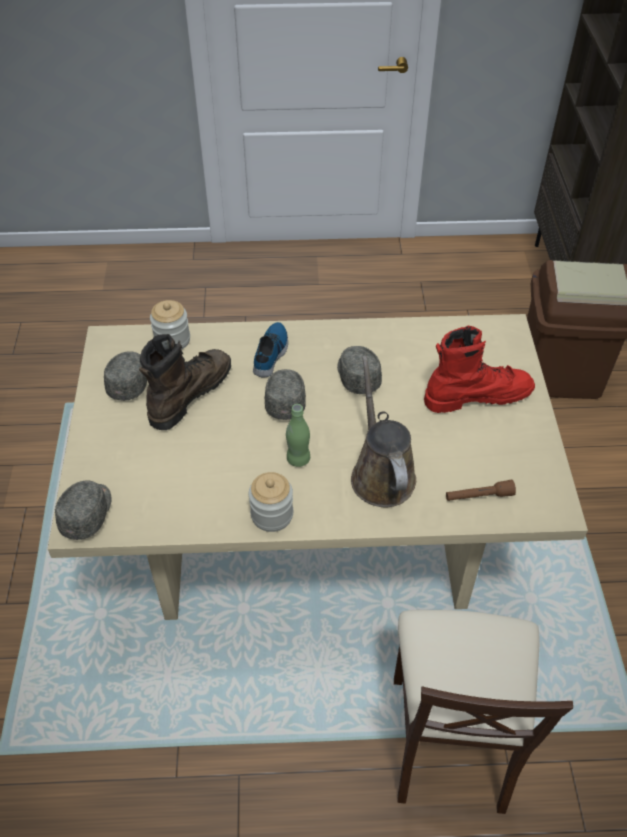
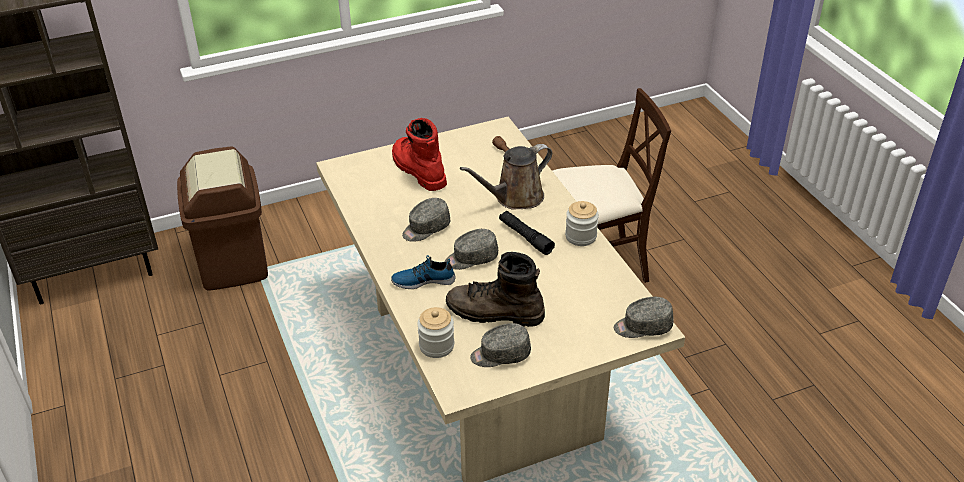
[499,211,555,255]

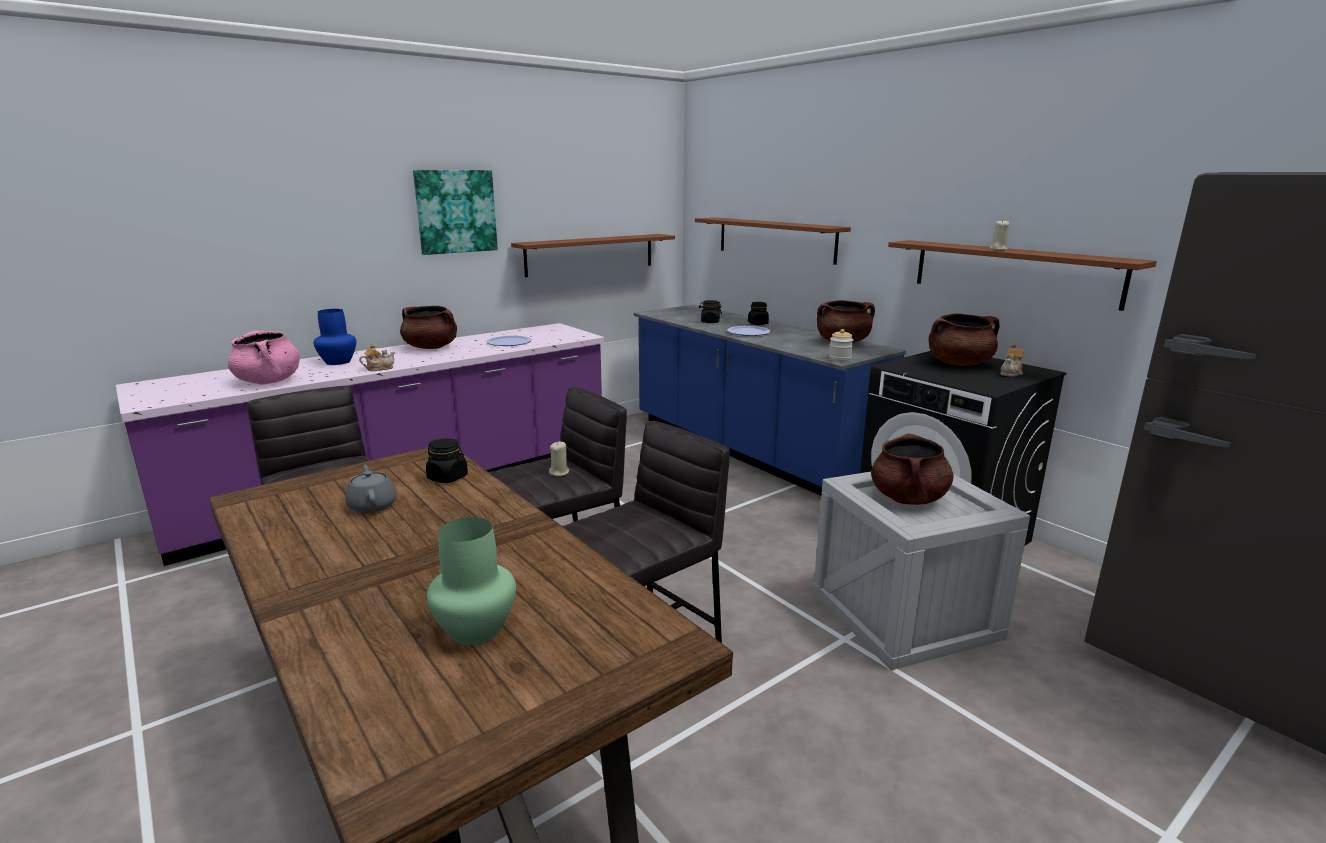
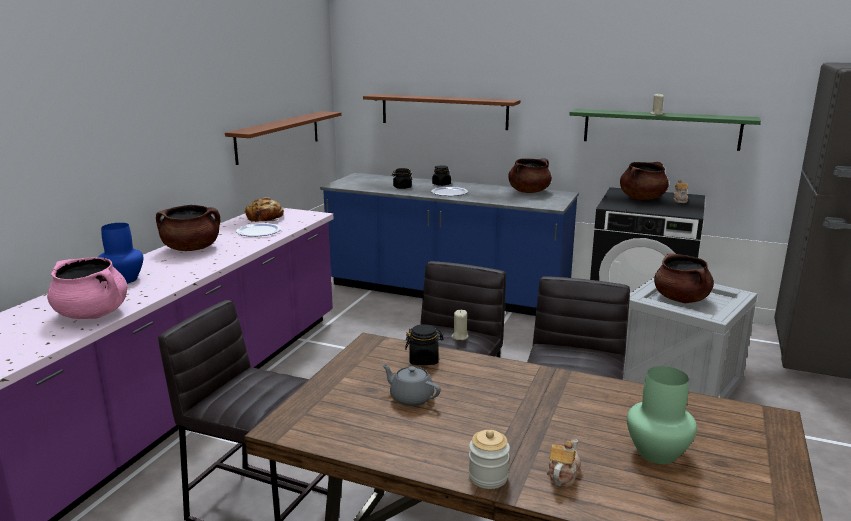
[547,439,581,487]
[413,170,498,255] (first image)
[469,430,510,489]
[569,109,761,151]
[245,197,284,222]

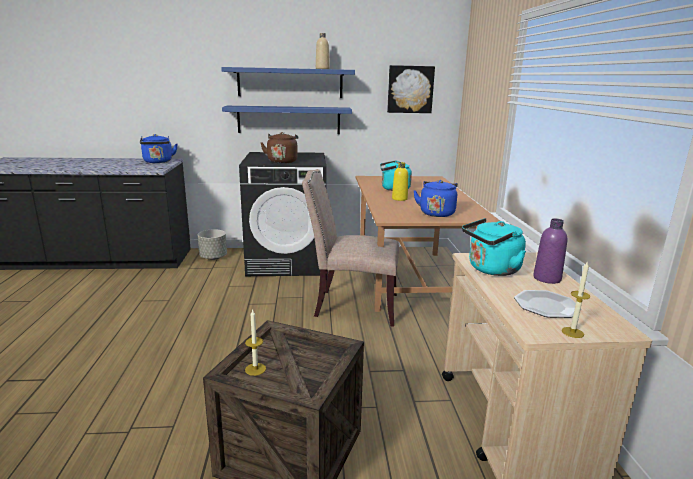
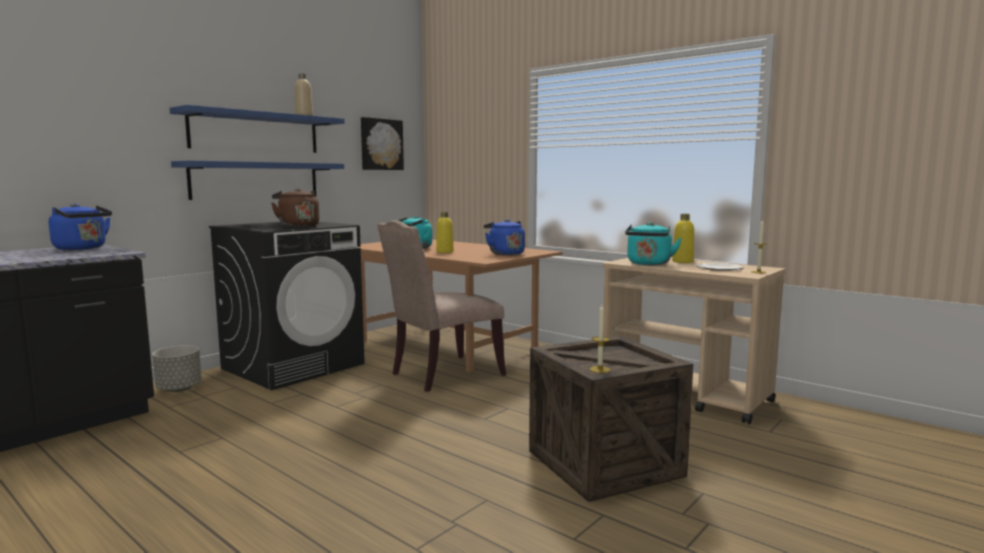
[672,214,694,263]

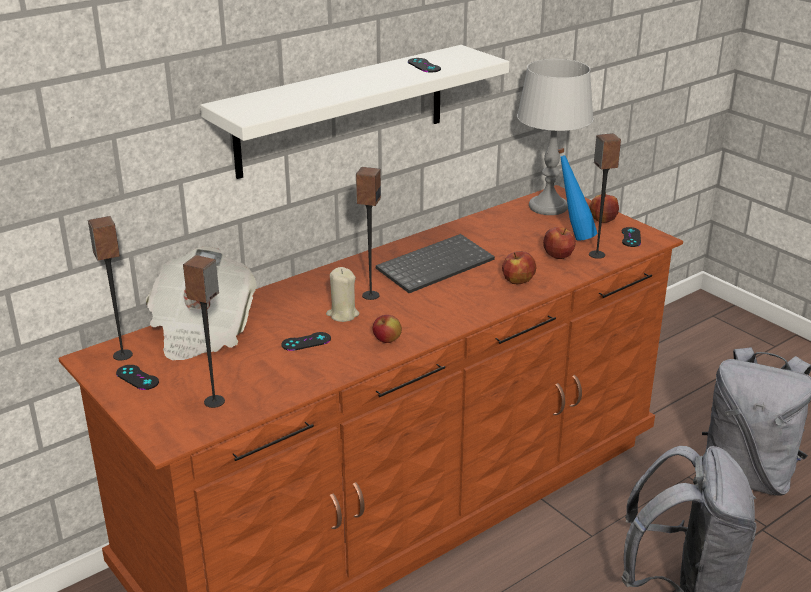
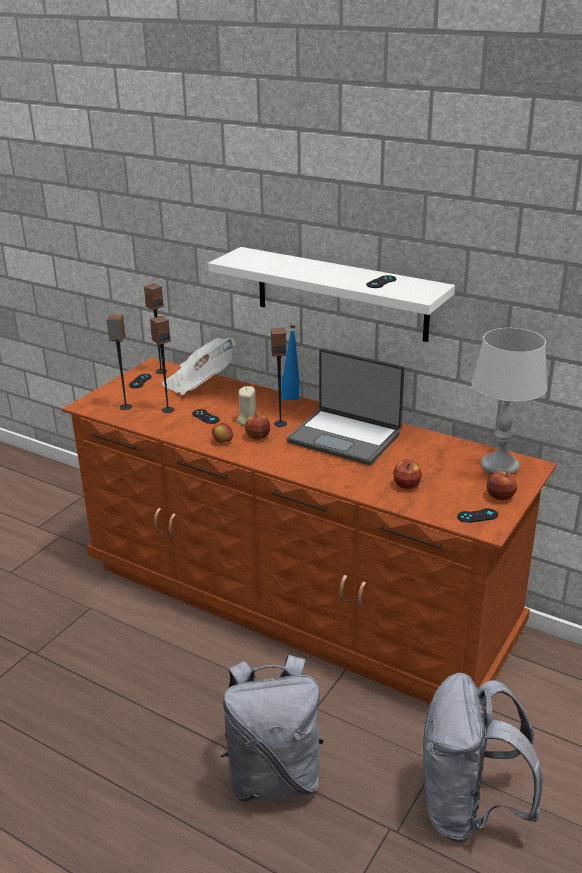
[287,349,405,465]
[245,413,270,440]
[281,325,300,400]
[150,316,174,413]

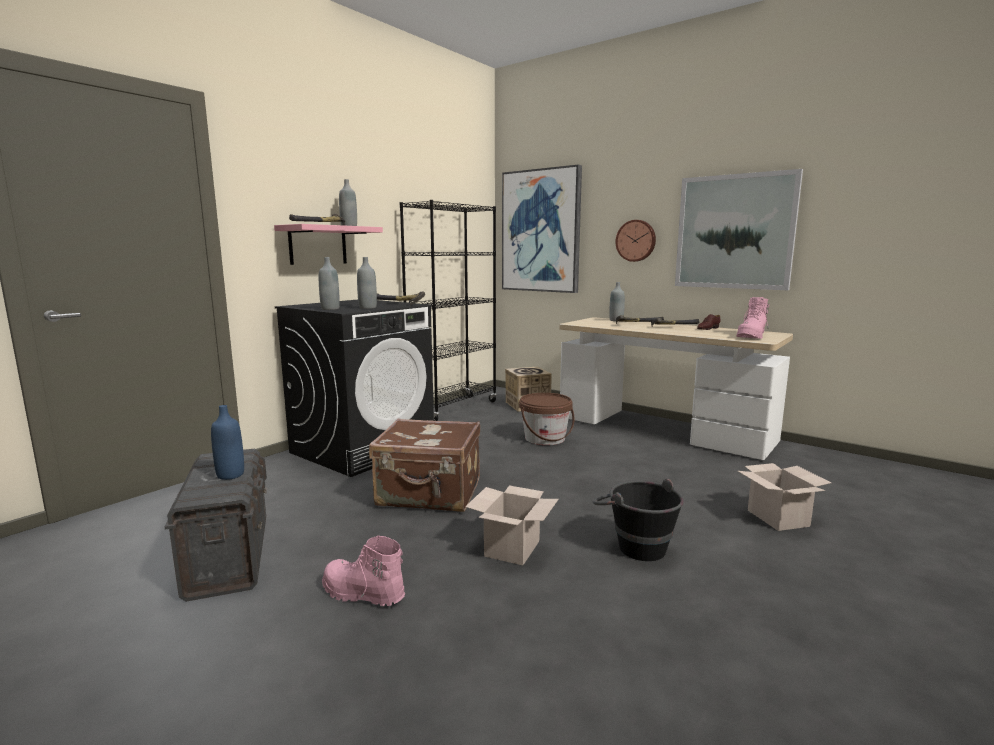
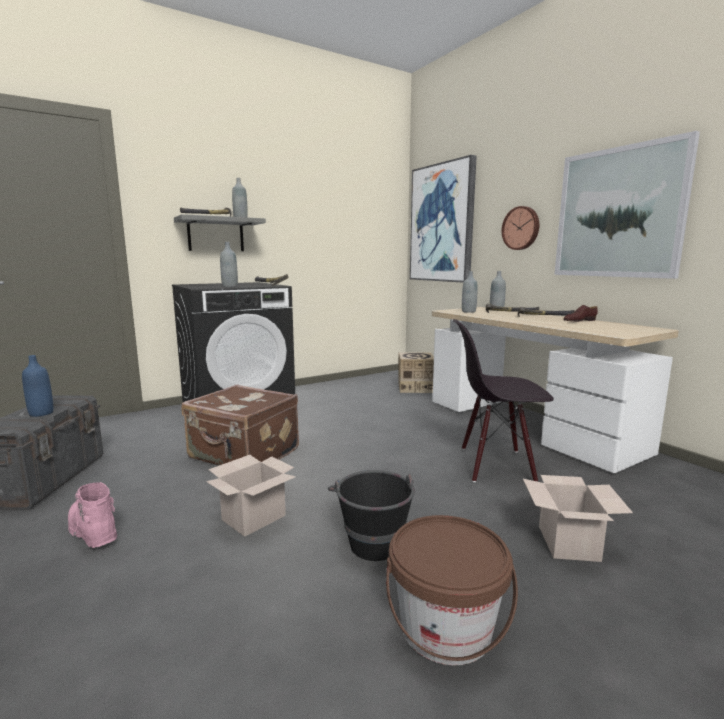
[174,214,266,251]
[462,271,478,313]
[400,200,497,421] (first image)
[386,515,518,665]
[736,297,769,339] (first image)
[453,319,554,482]

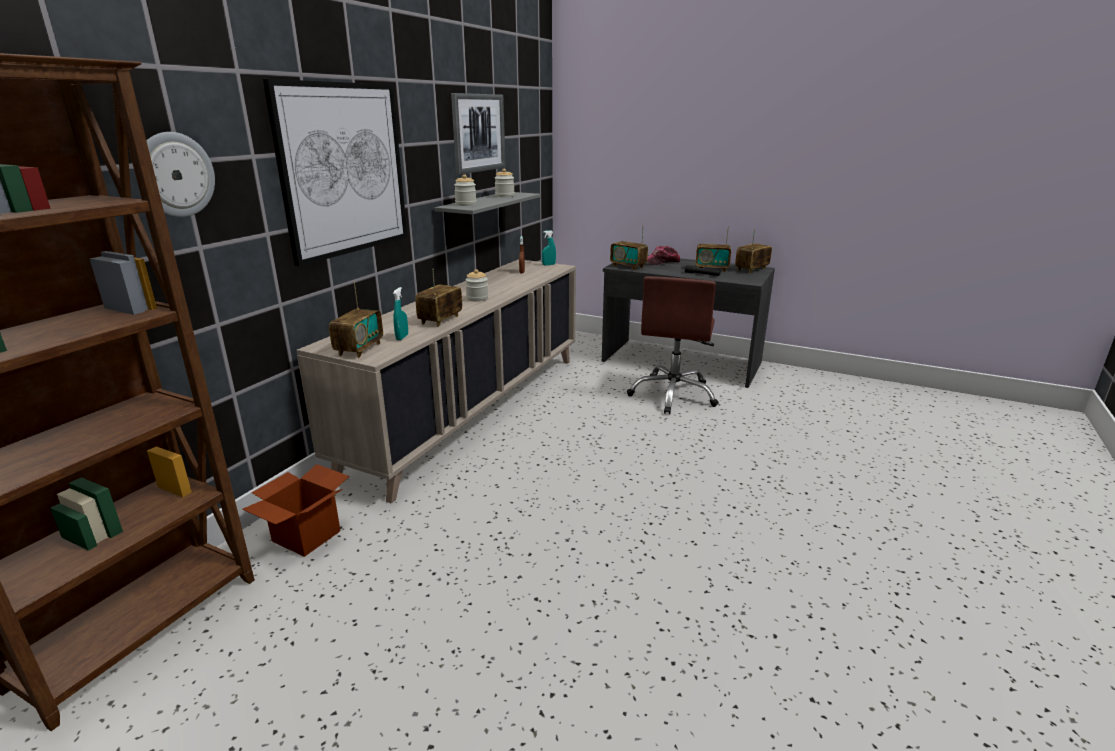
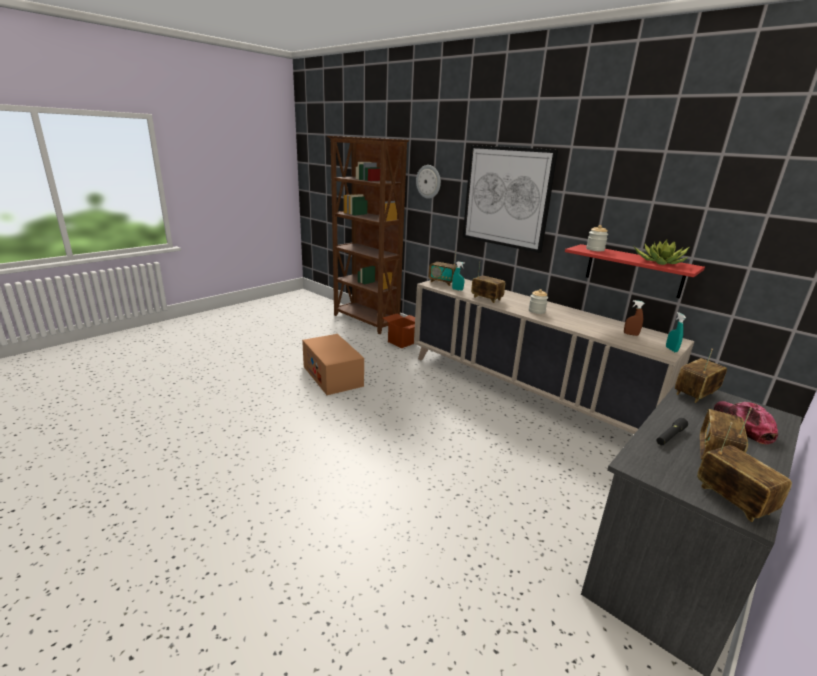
[565,244,705,299]
[451,93,506,175] (first image)
[634,240,689,265]
[627,276,719,414] (first image)
[302,334,364,395]

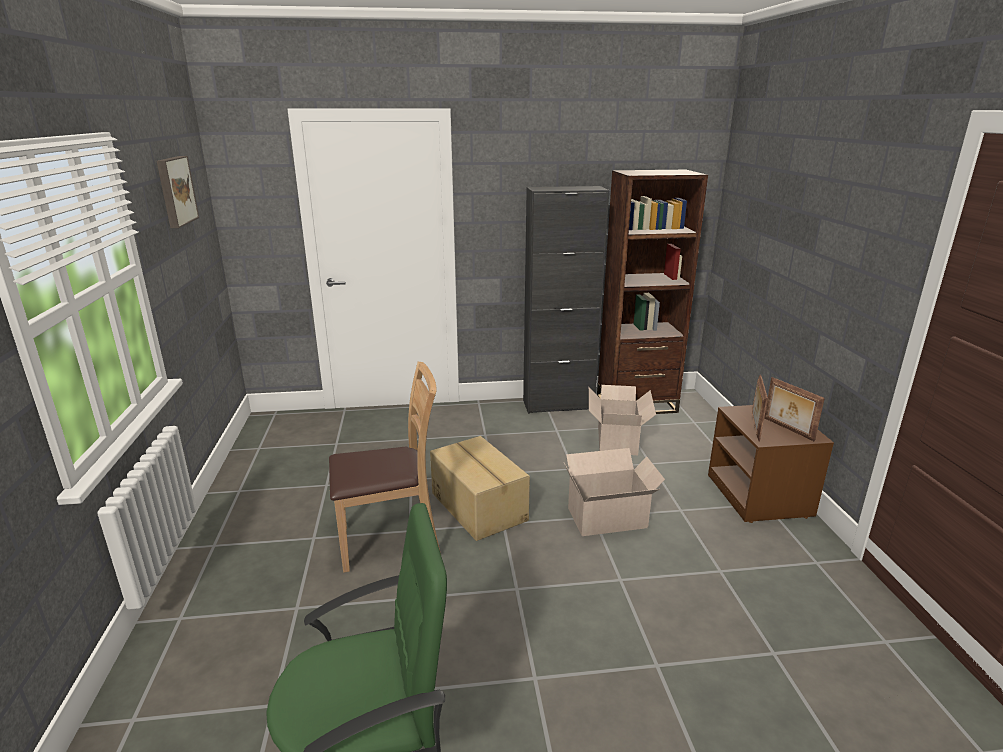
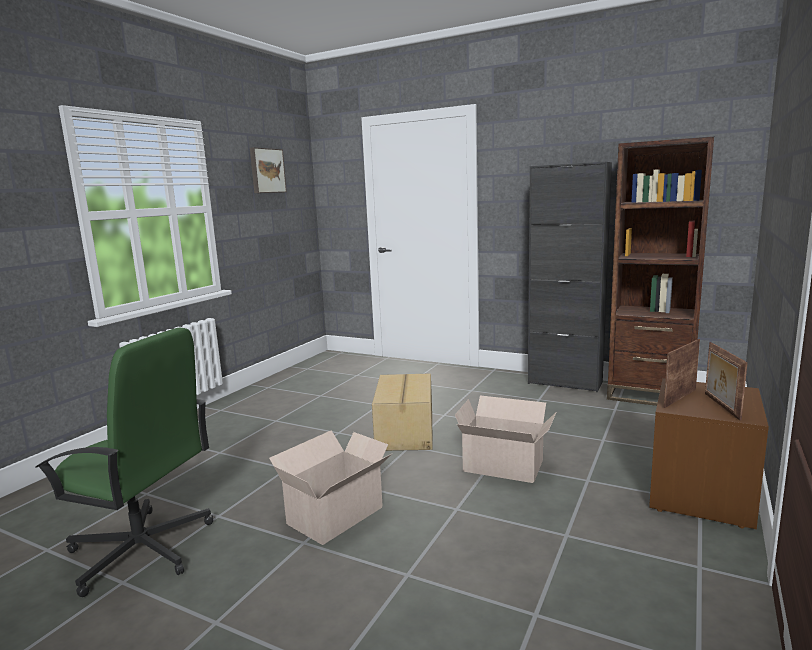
[329,362,441,573] (first image)
[269,430,393,545]

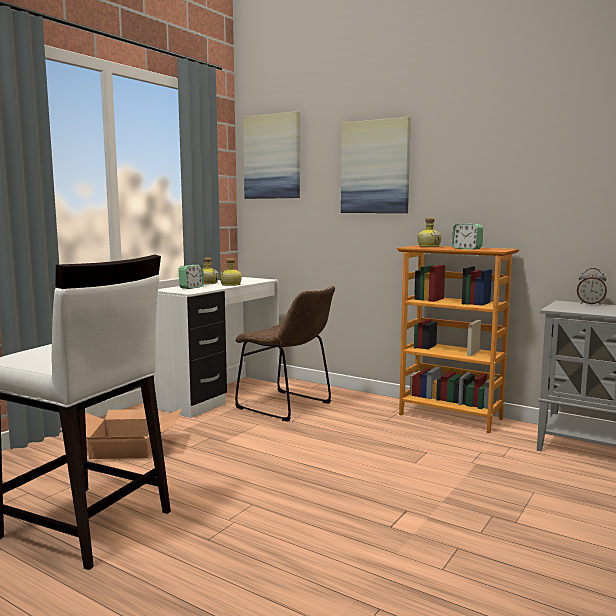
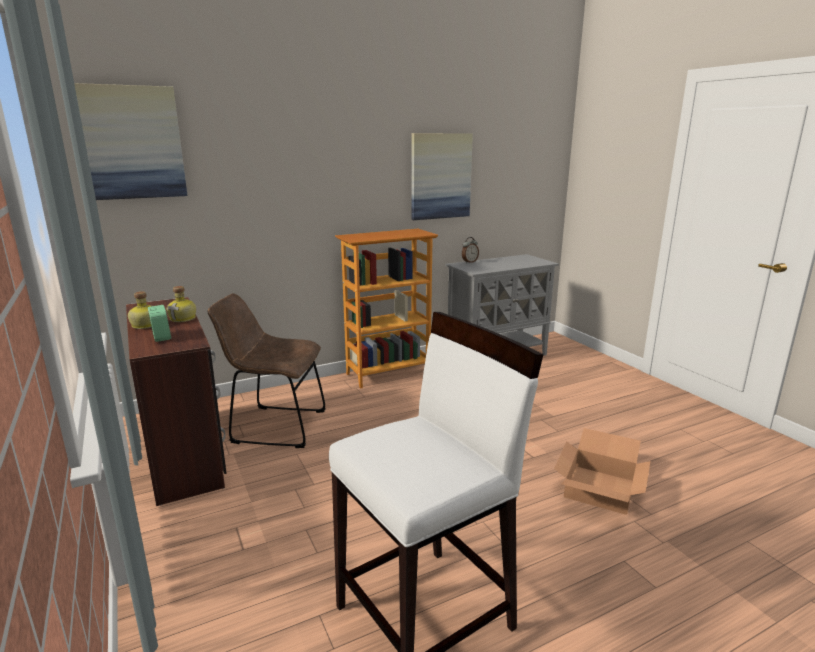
[554,428,651,515]
[126,297,227,506]
[207,293,325,448]
[411,133,473,220]
[417,218,441,247] (first image)
[452,223,483,250] (first image)

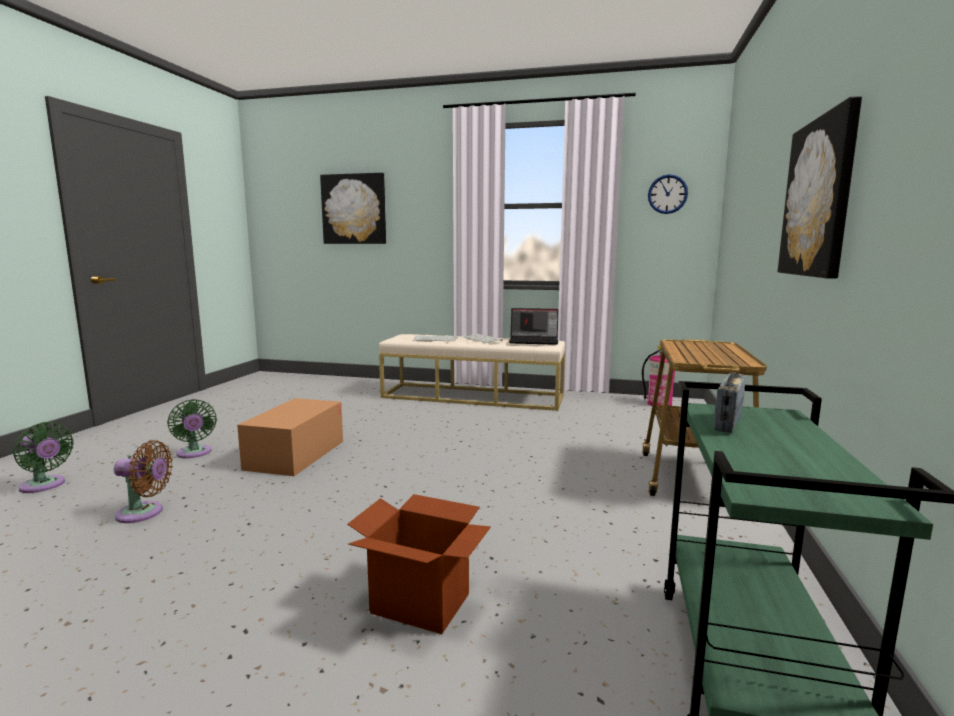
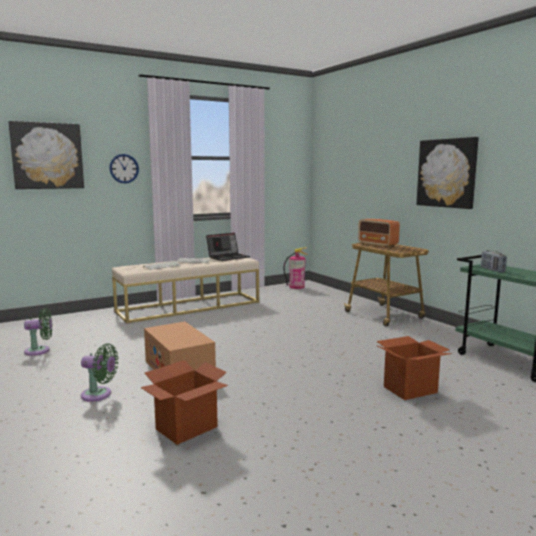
[24,308,52,356]
[140,360,228,445]
[109,154,139,184]
[358,219,400,247]

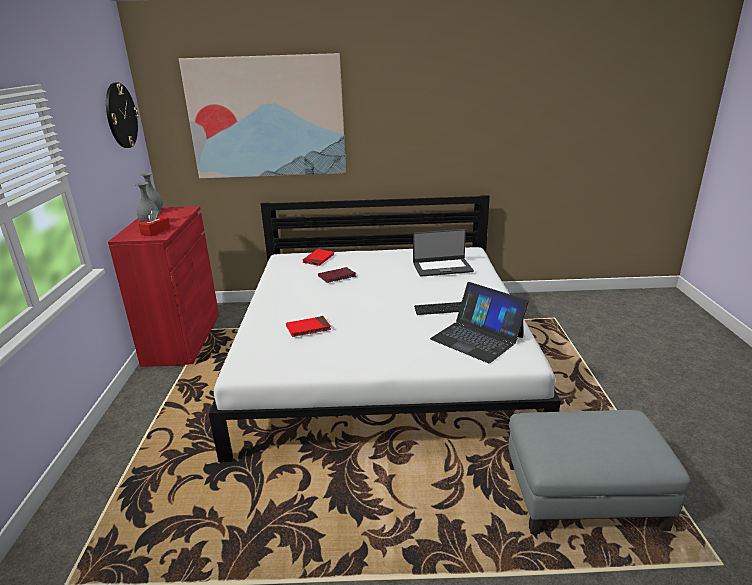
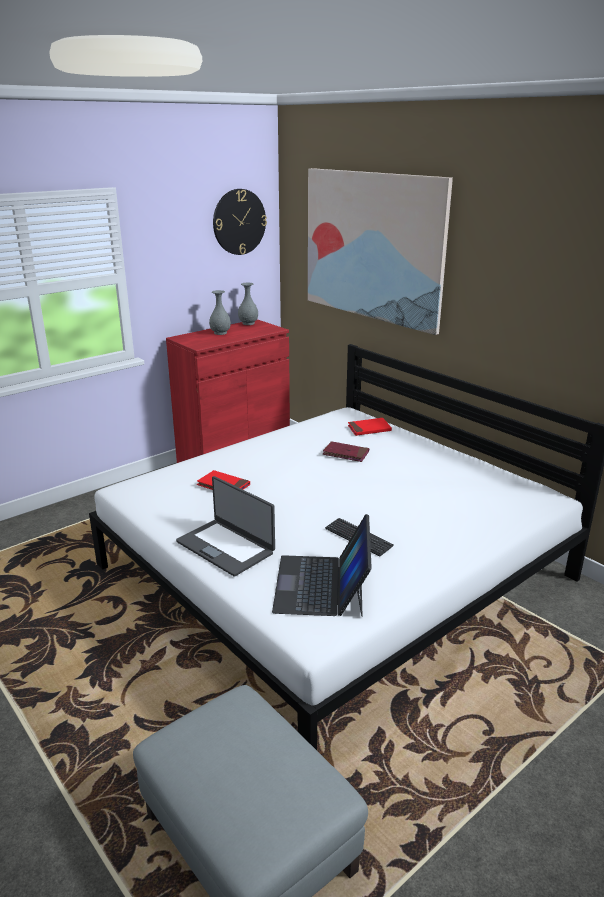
[139,210,170,236] (first image)
[176,476,275,577]

